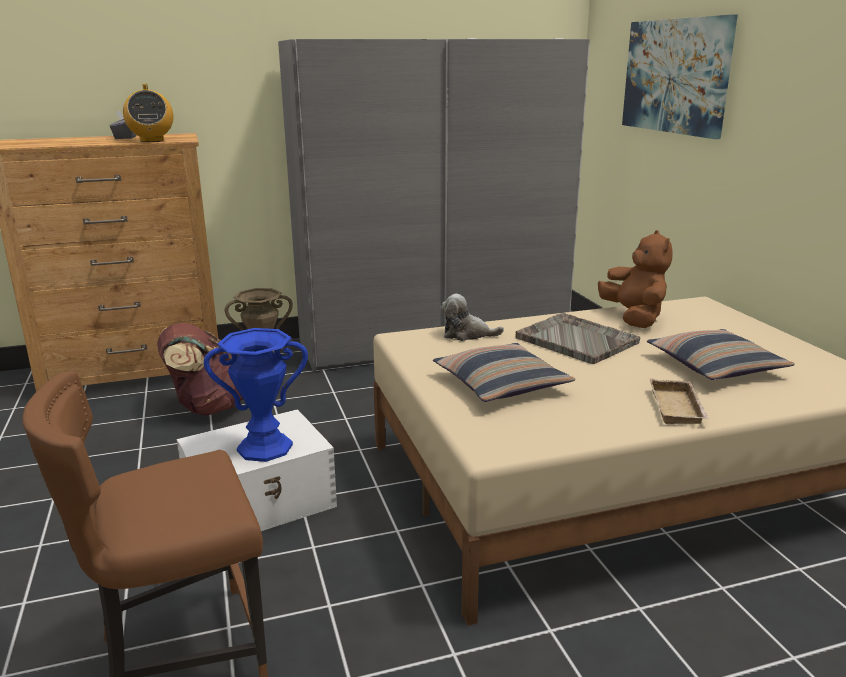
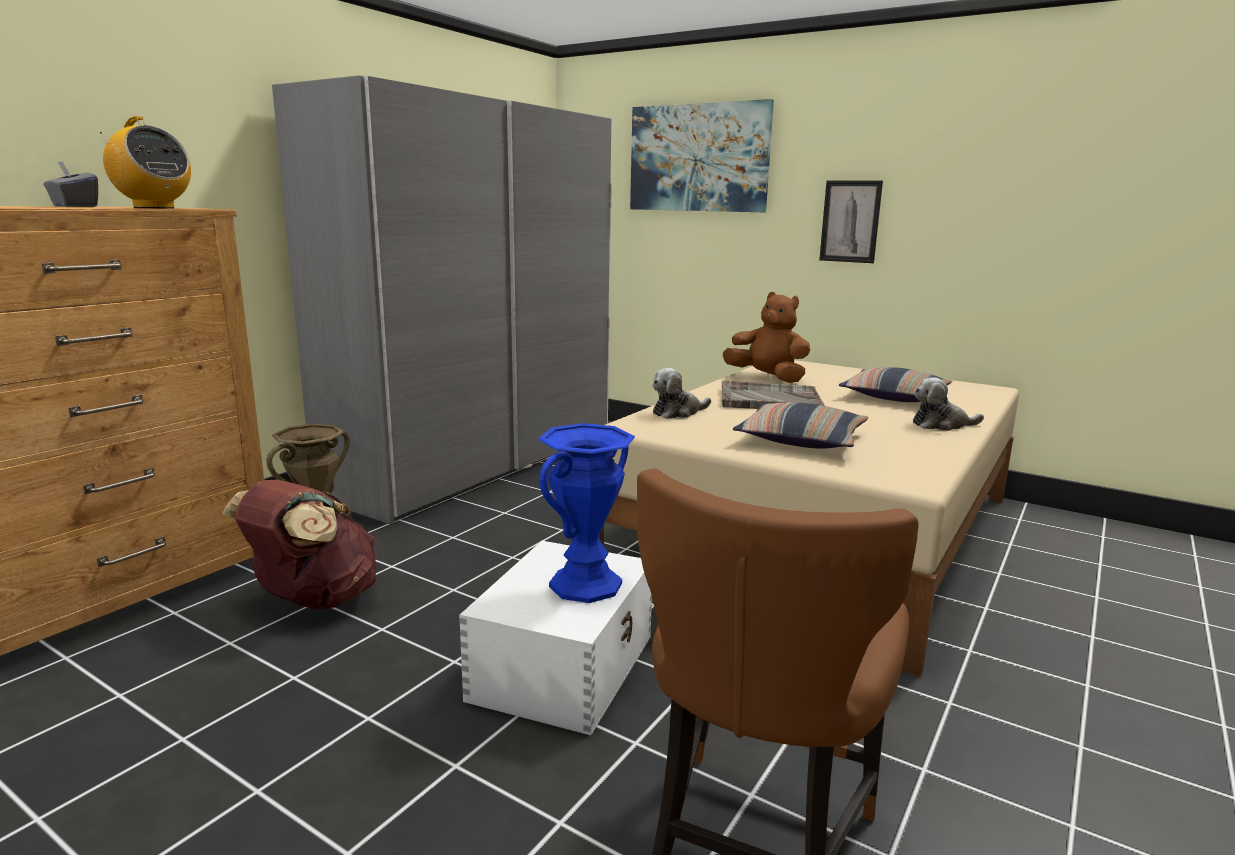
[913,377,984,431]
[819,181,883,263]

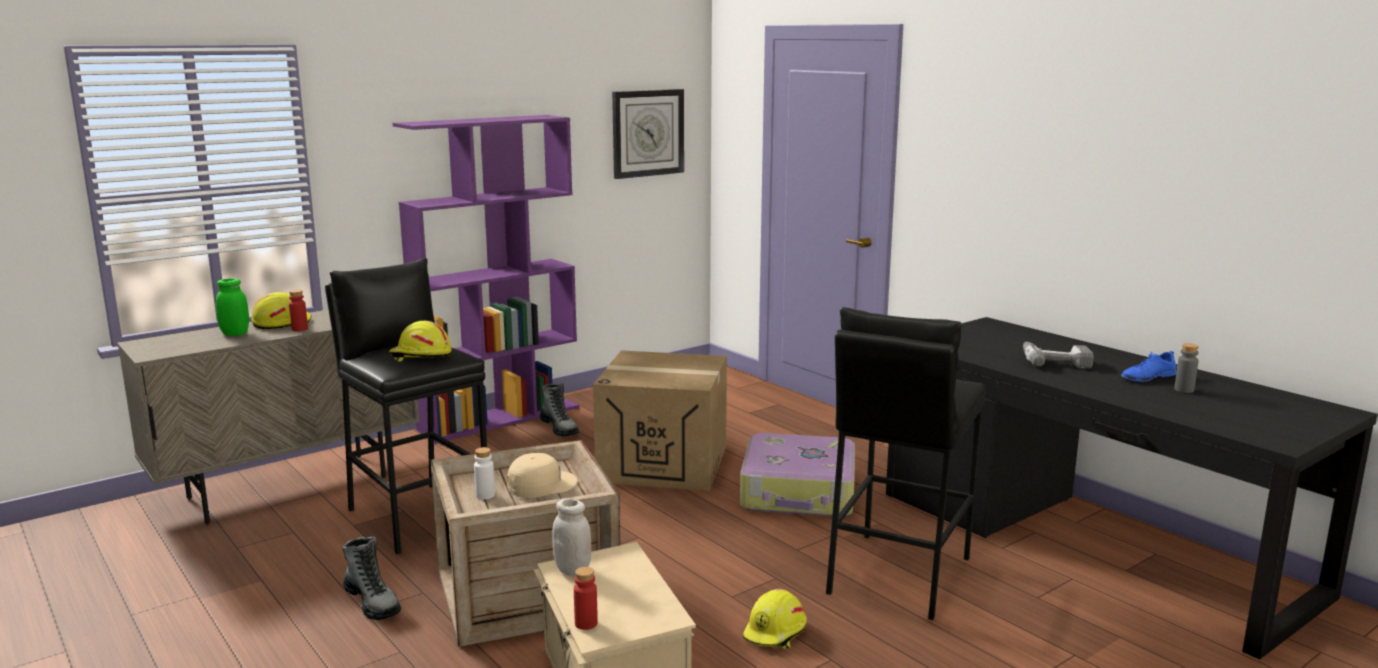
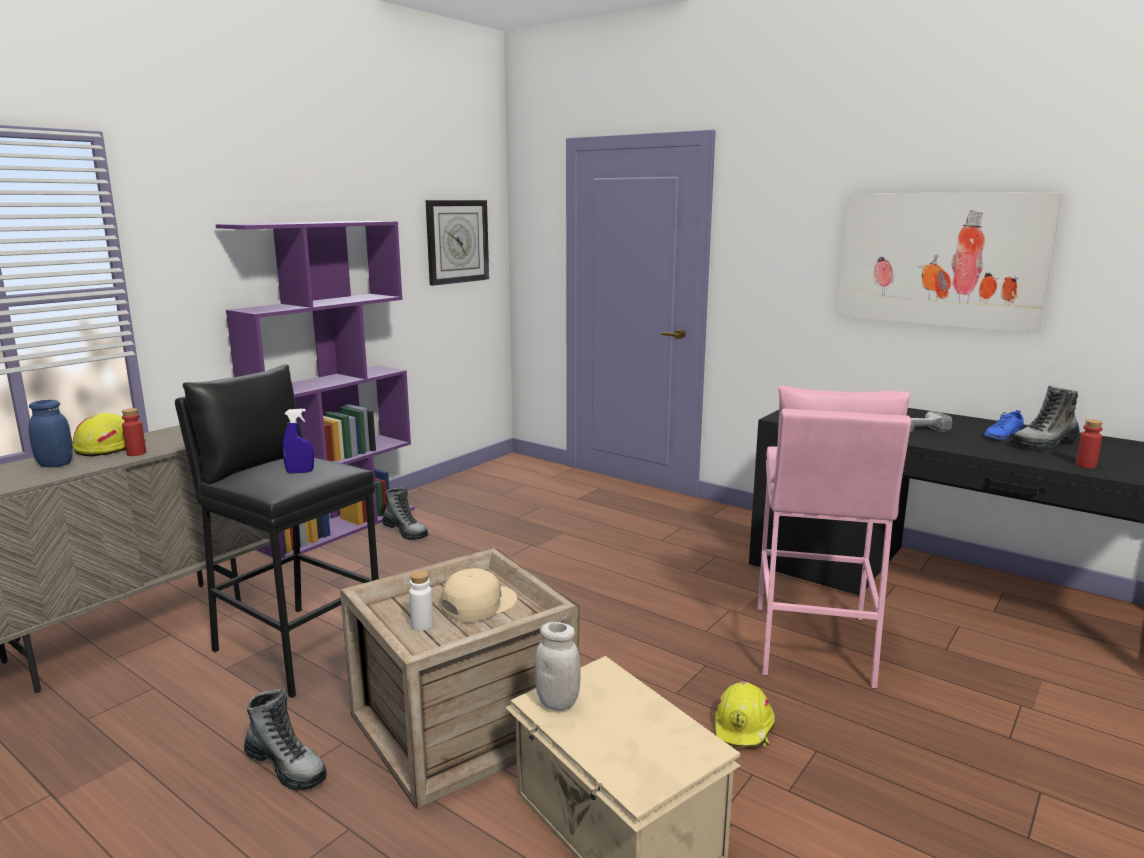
[29,400,73,467]
[283,408,314,474]
[1076,419,1103,468]
[593,350,727,491] (first image)
[740,433,855,516] (first image)
[758,386,911,689]
[1011,386,1080,450]
[837,192,1063,334]

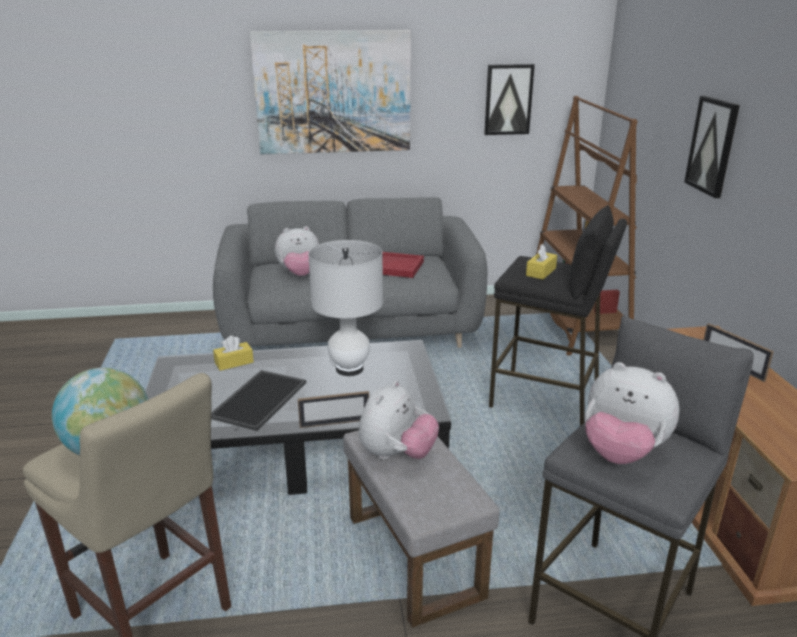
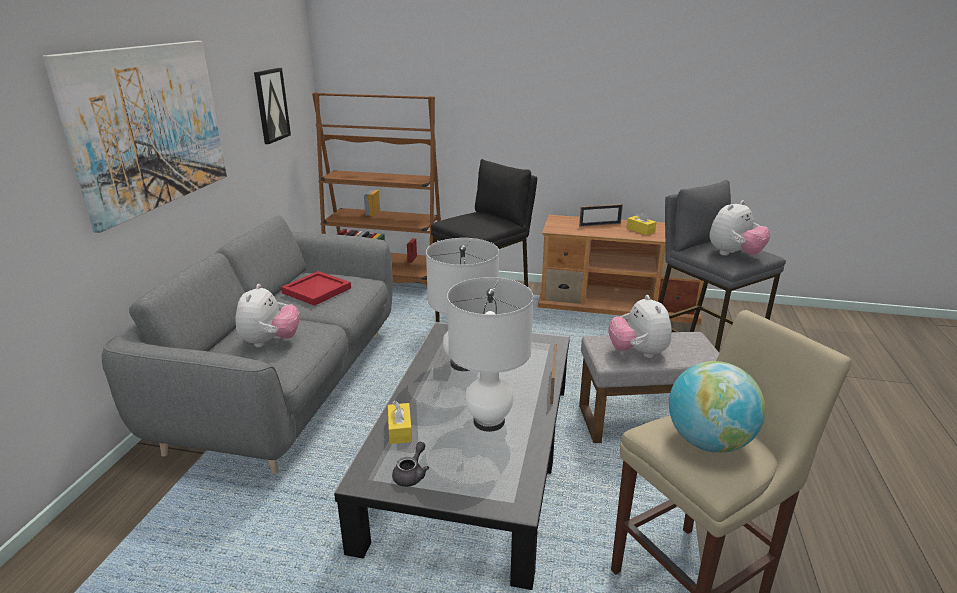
[447,277,534,432]
[608,295,672,358]
[627,210,657,235]
[684,96,740,198] (first image)
[392,442,429,487]

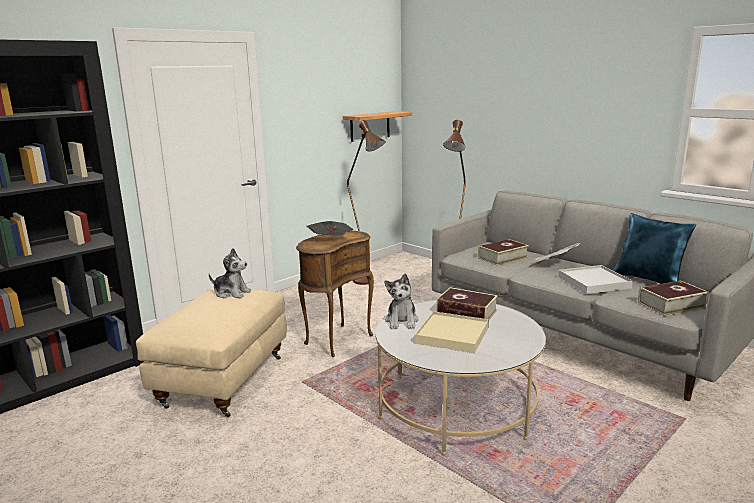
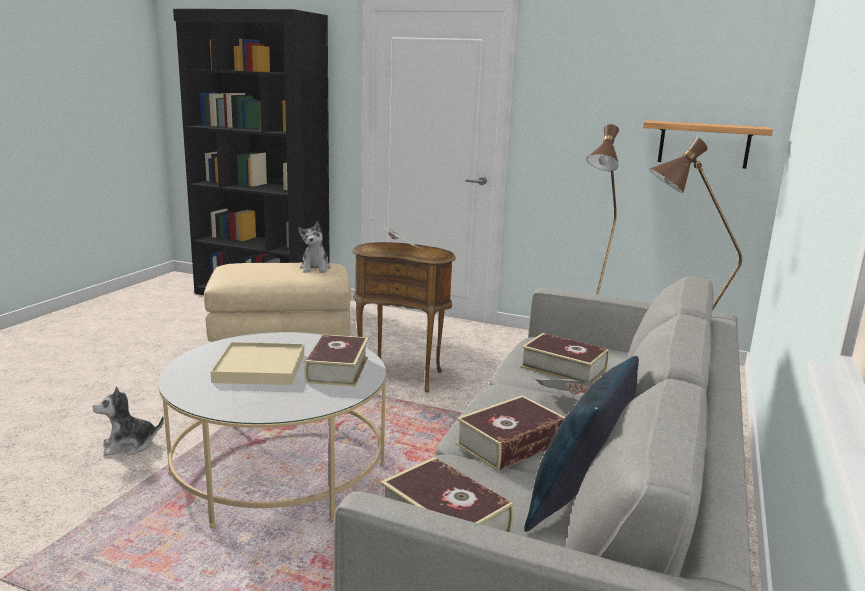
[93,387,164,456]
[455,395,565,471]

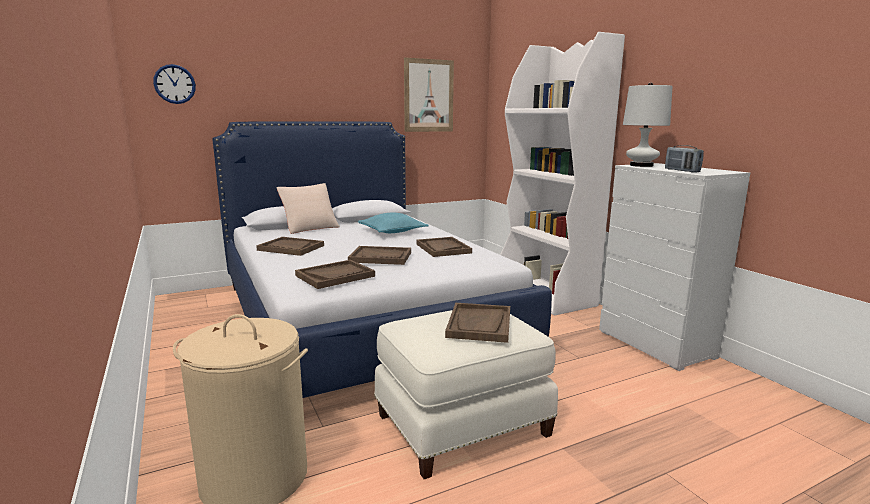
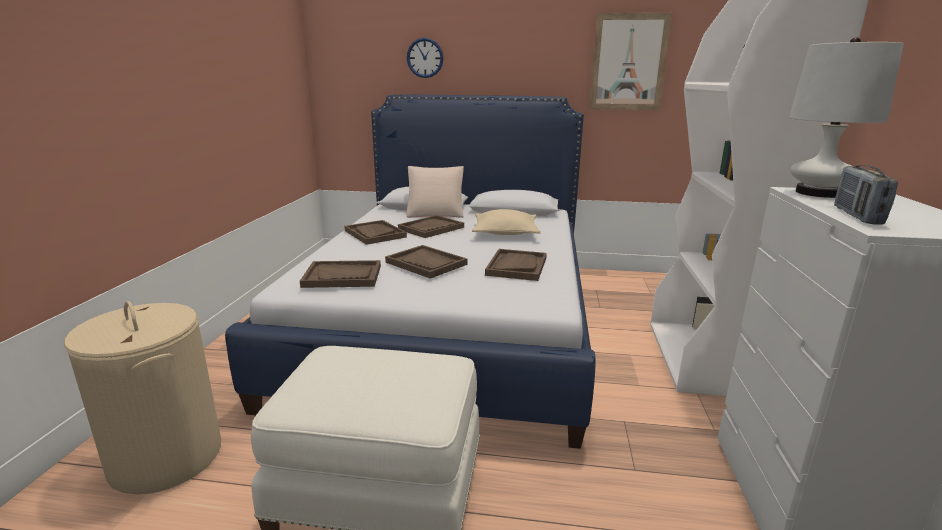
[407,38,443,78]
[472,209,541,235]
[398,215,464,238]

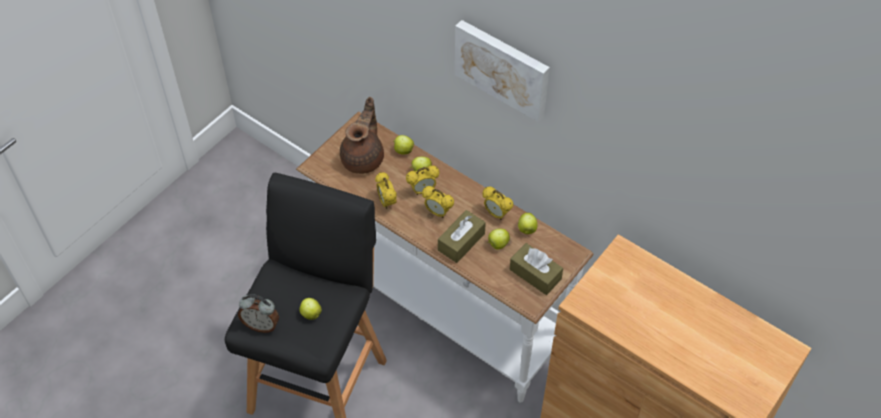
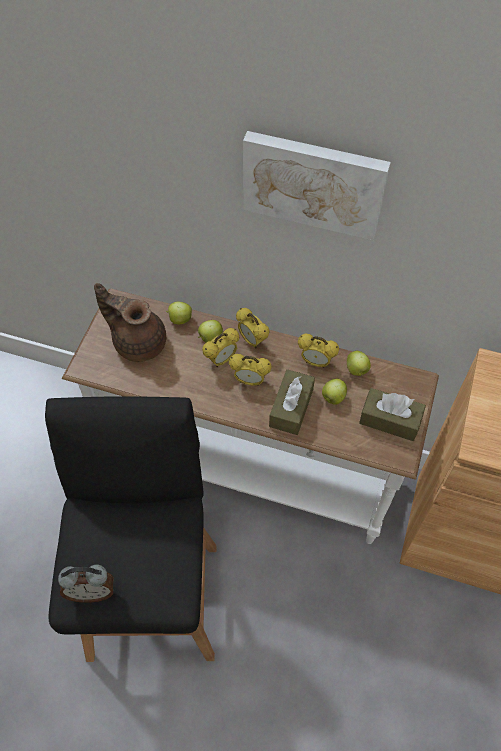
[299,298,322,320] (first image)
[94,283,166,362]
[236,308,270,349]

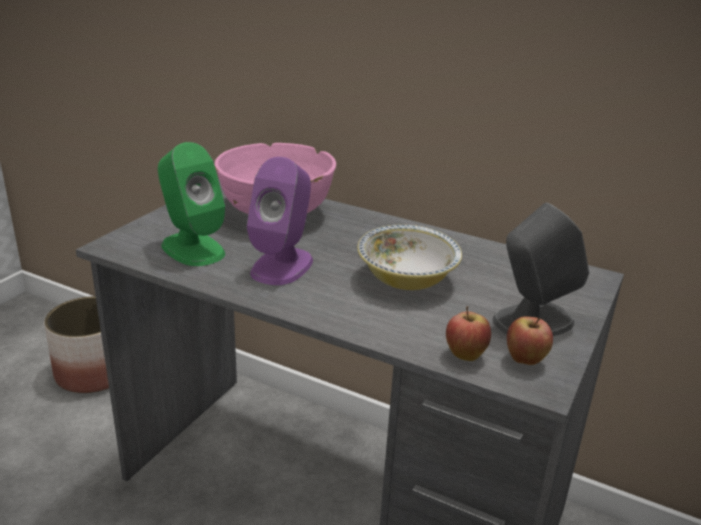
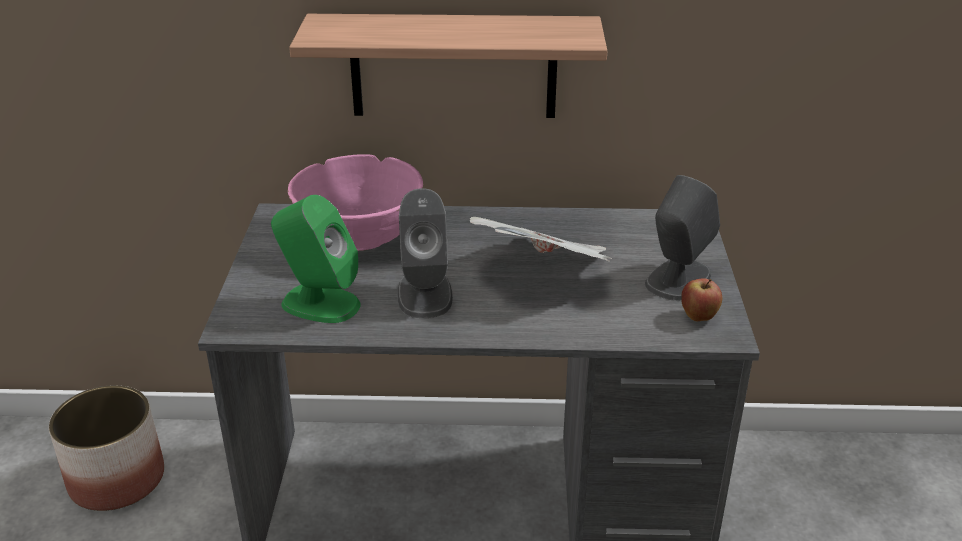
[397,188,453,318]
[470,217,613,262]
[446,306,491,361] (first image)
[289,14,607,118]

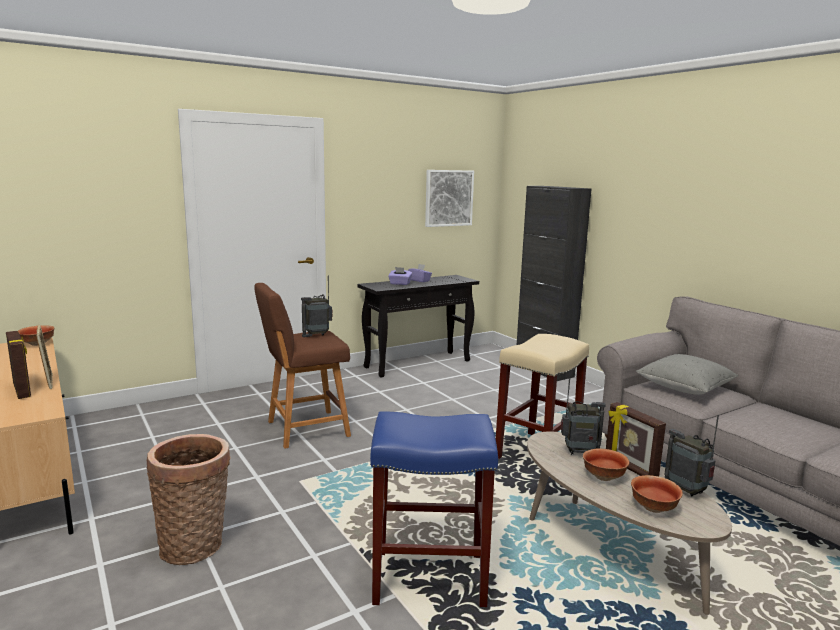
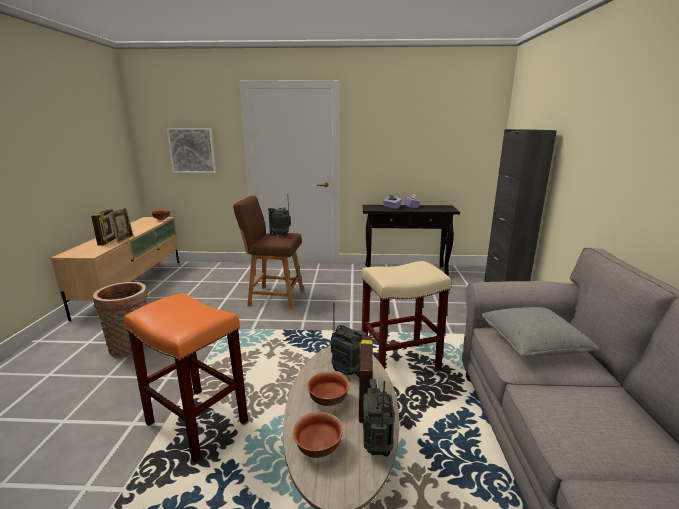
[124,293,248,462]
[167,128,216,173]

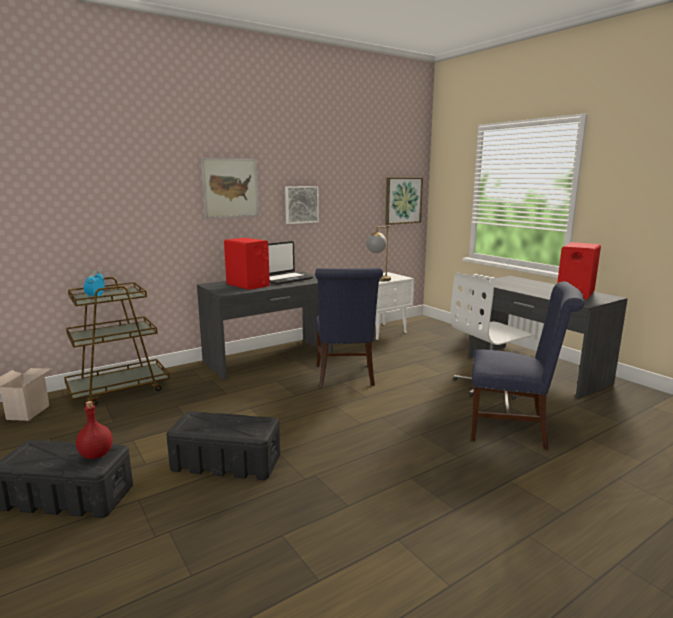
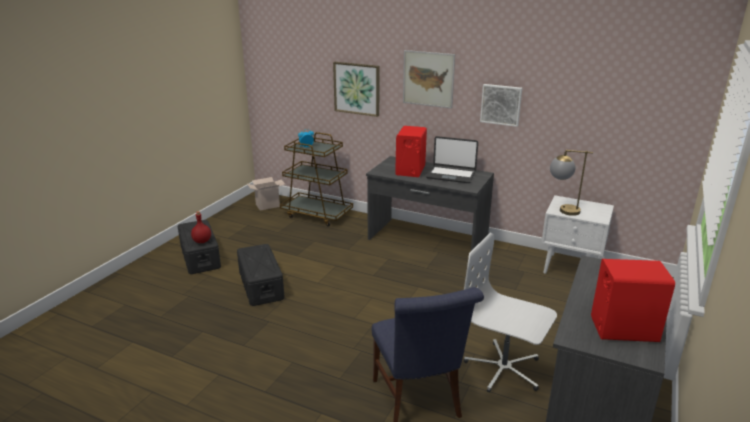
[315,268,383,387] (first image)
[333,62,379,117]

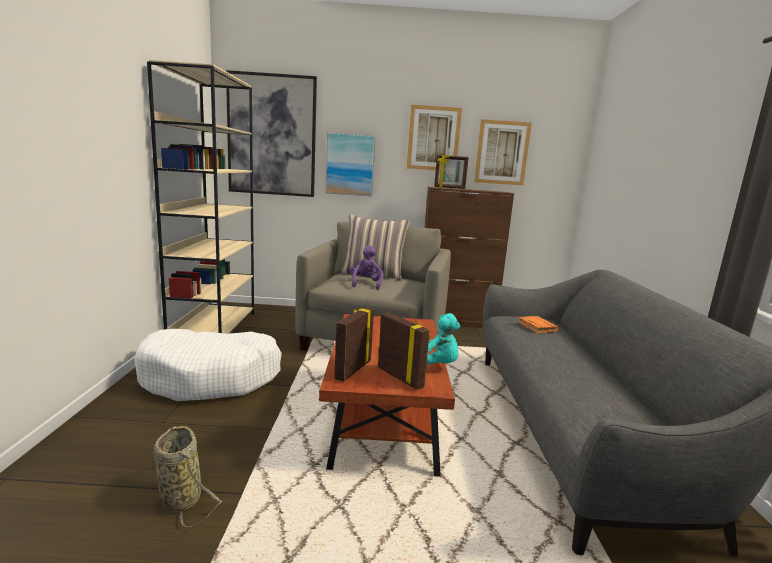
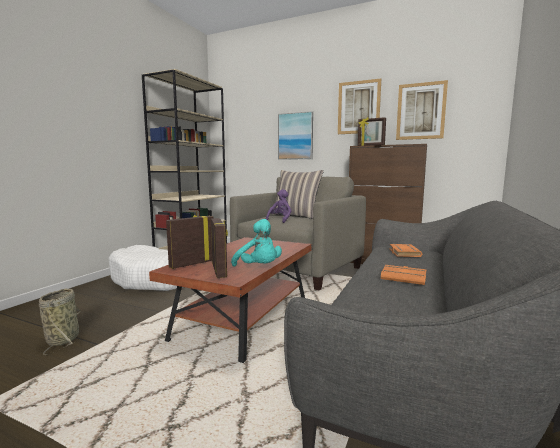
[226,70,317,197] (first image)
[381,265,426,285]

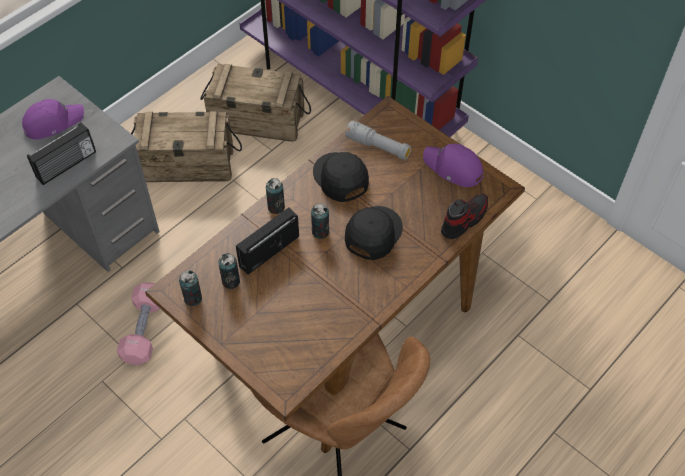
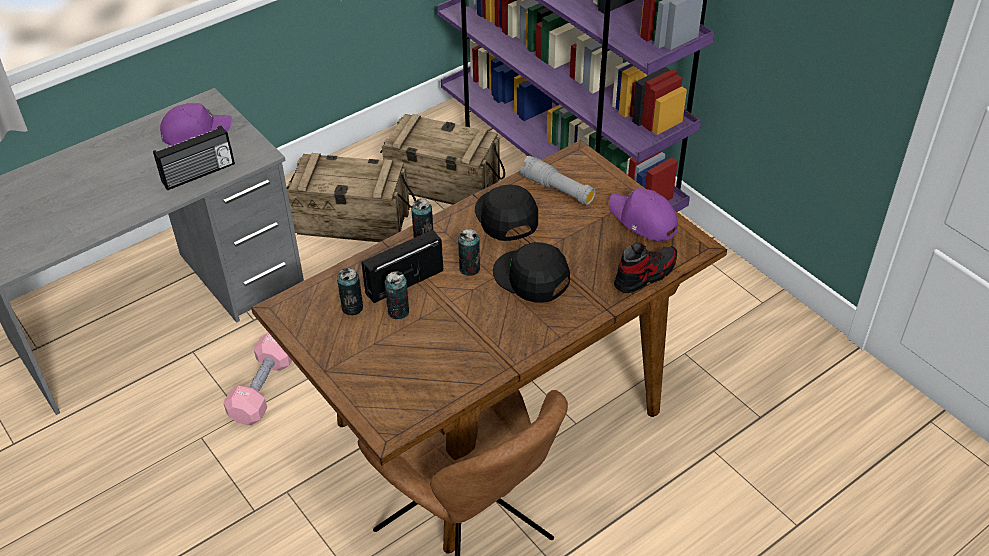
[385,271,409,319]
[493,242,570,303]

